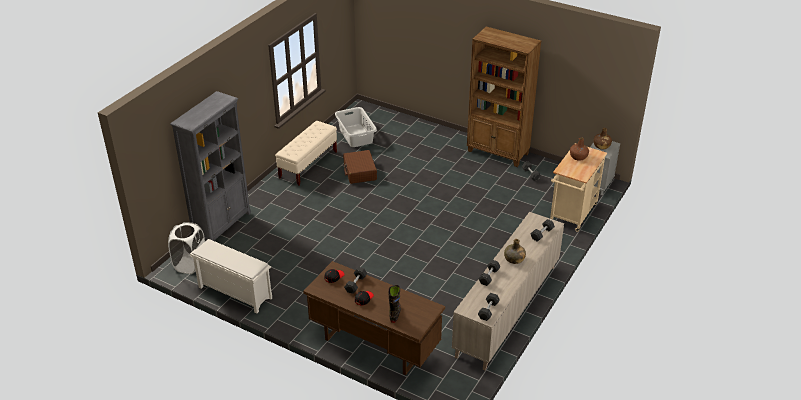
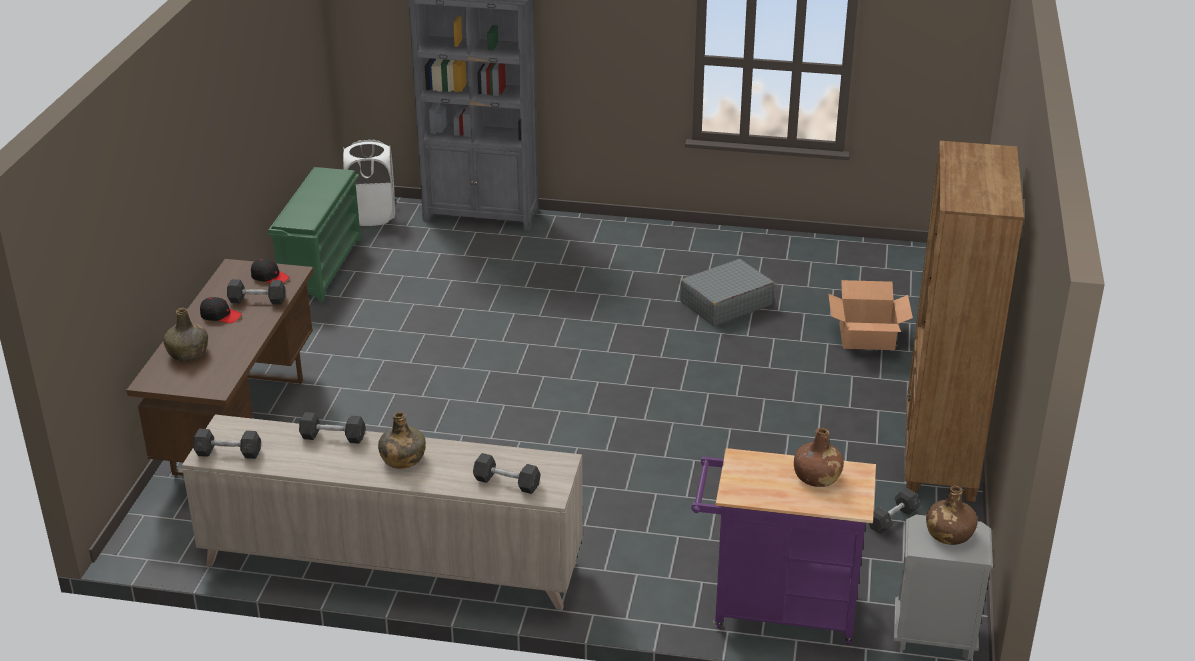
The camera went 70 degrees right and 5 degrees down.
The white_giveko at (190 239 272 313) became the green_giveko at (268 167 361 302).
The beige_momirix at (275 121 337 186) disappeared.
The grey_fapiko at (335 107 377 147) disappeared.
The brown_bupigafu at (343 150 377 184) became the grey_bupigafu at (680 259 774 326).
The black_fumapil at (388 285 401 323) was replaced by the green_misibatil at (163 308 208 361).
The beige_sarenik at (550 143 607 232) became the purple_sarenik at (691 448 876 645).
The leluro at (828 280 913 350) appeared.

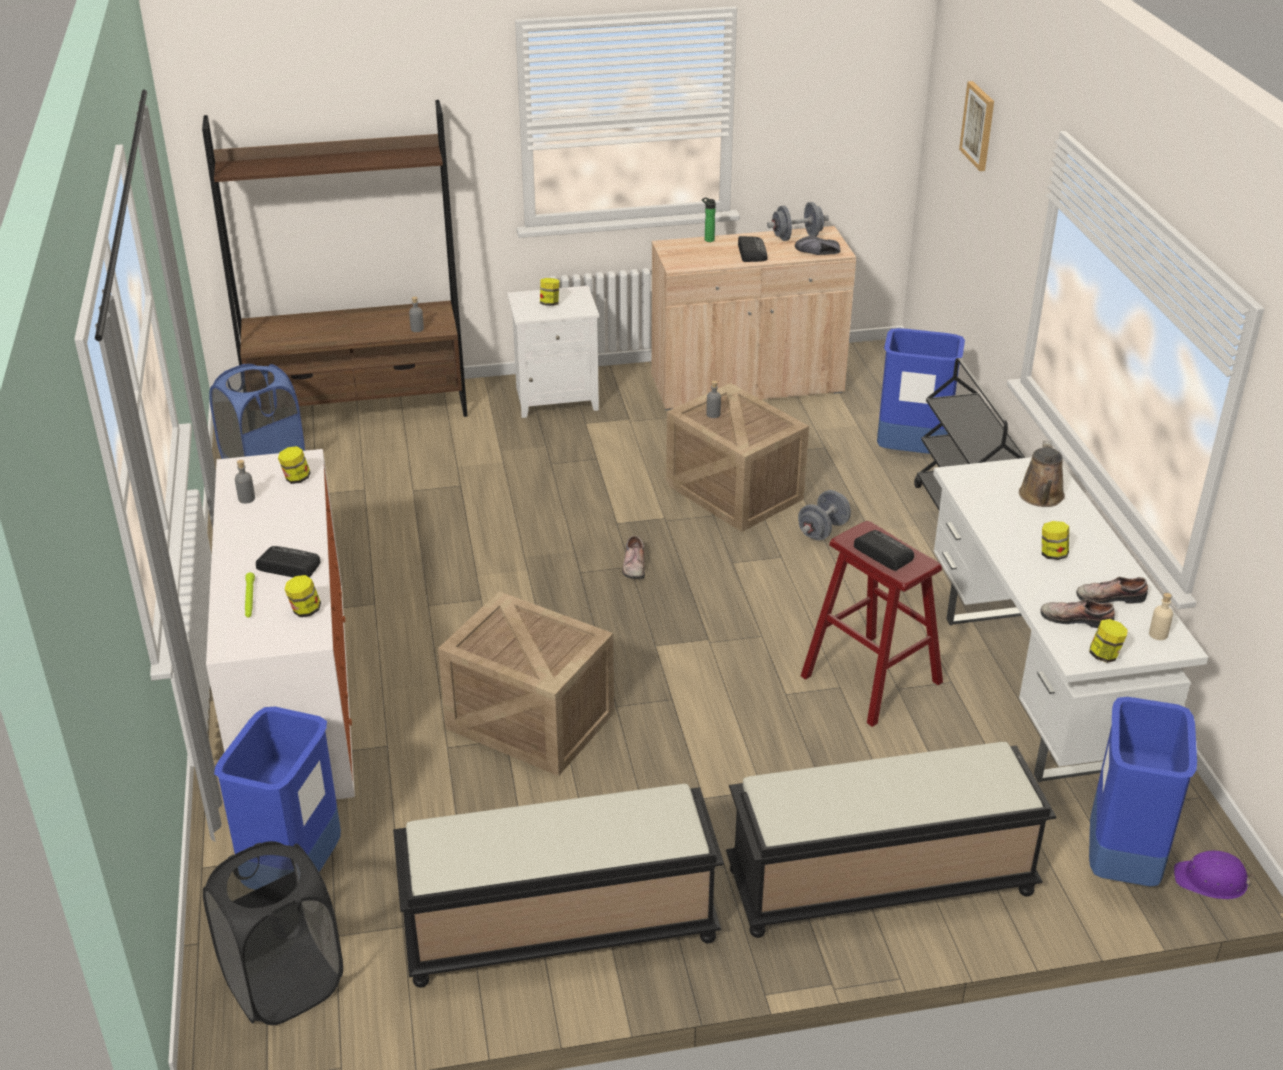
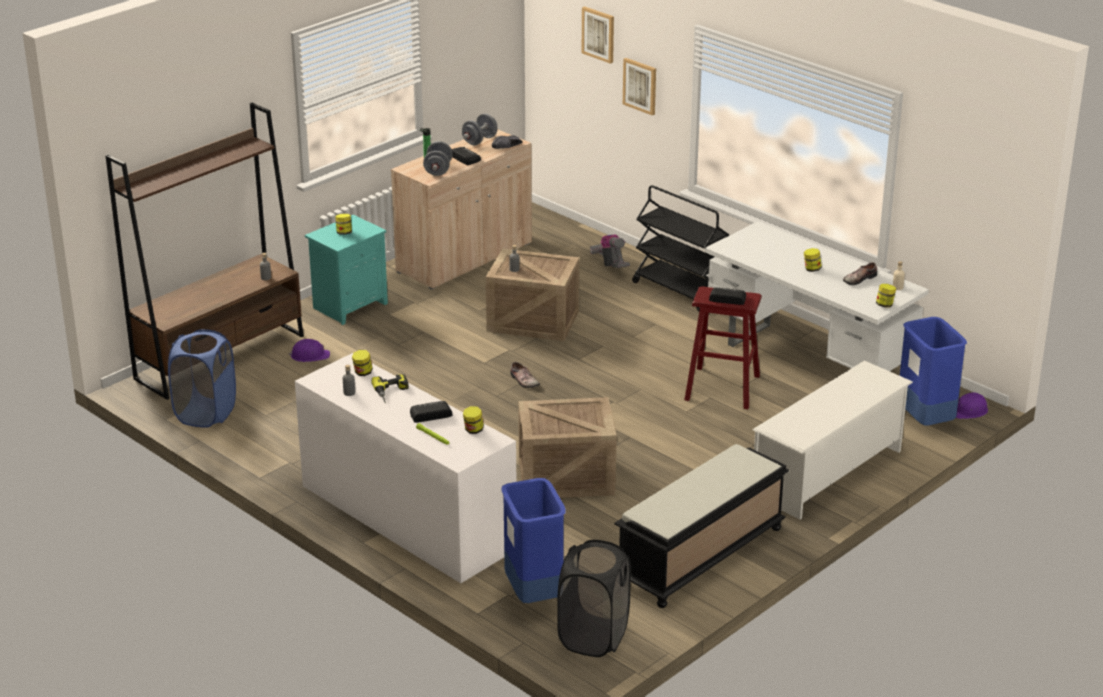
The camera went 35 degrees left and 5 degrees down.
The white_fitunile at (507 286 599 418) became the turquoise_fitunile at (305 215 388 325).
The black_momirix at (726 742 1057 938) was replaced by the white_giveko at (753 360 913 520).
The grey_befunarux moved from (798 490 851 540) to (423 141 453 176).
The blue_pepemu at (877 328 965 454) was replaced by the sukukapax at (590 234 630 268).
The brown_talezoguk at (1019 440 1065 507) disappeared.
The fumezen at (1040 599 1115 628) disappeared.
The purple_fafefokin at (288 339 330 362) appeared.
The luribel at (371 374 409 403) appeared.
The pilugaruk at (623 58 656 115) appeared.

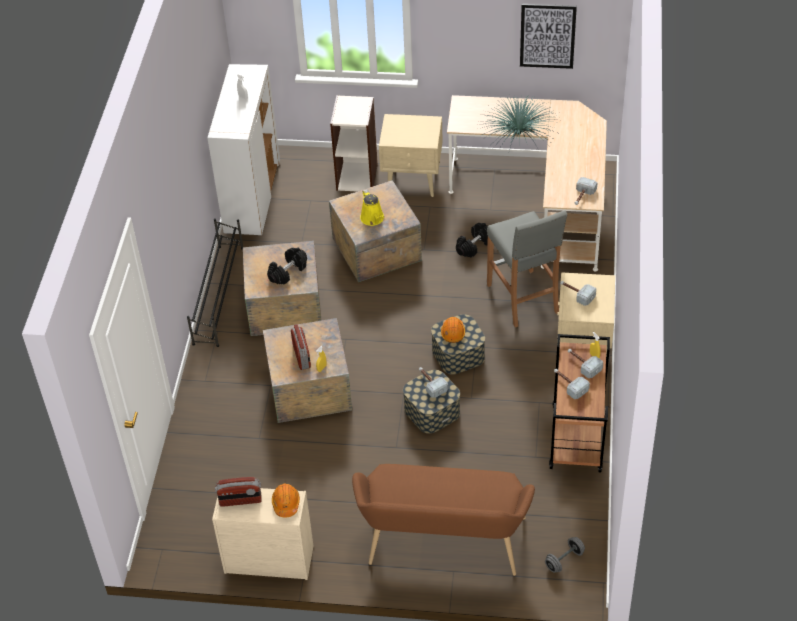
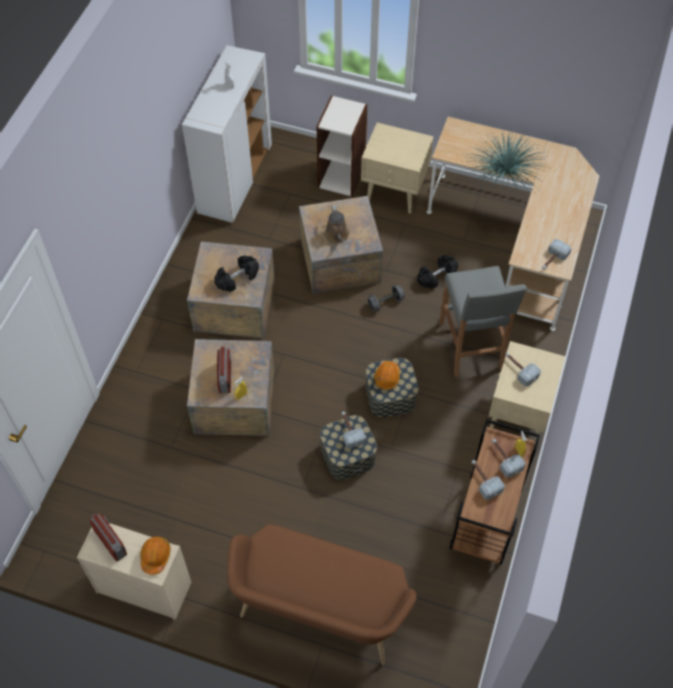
The camera went 10 degrees right and 10 degrees up.
The black_giveko at (187 218 243 347) disappeared.
The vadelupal at (215 477 262 507) turned 135 degrees counterclockwise.
The yellow_talezoguk at (360 189 384 226) became the brown_talezoguk at (325 205 349 243).
The pilugaruk at (520 4 577 69) disappeared.
The grey_befunarux moved from (545 537 585 573) to (368 285 405 311).

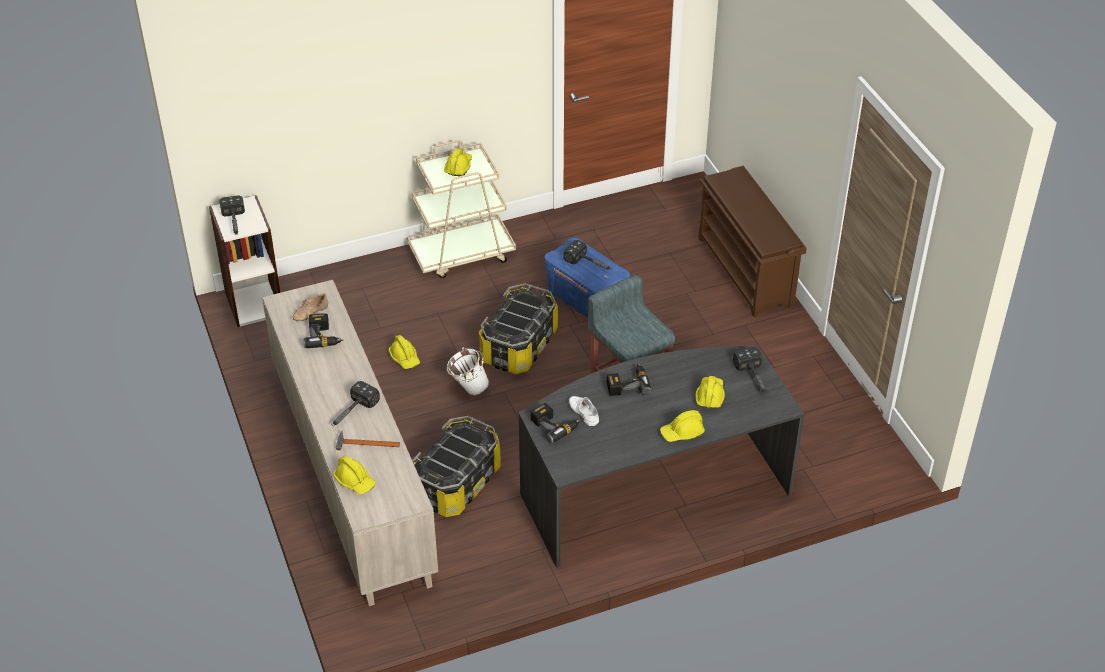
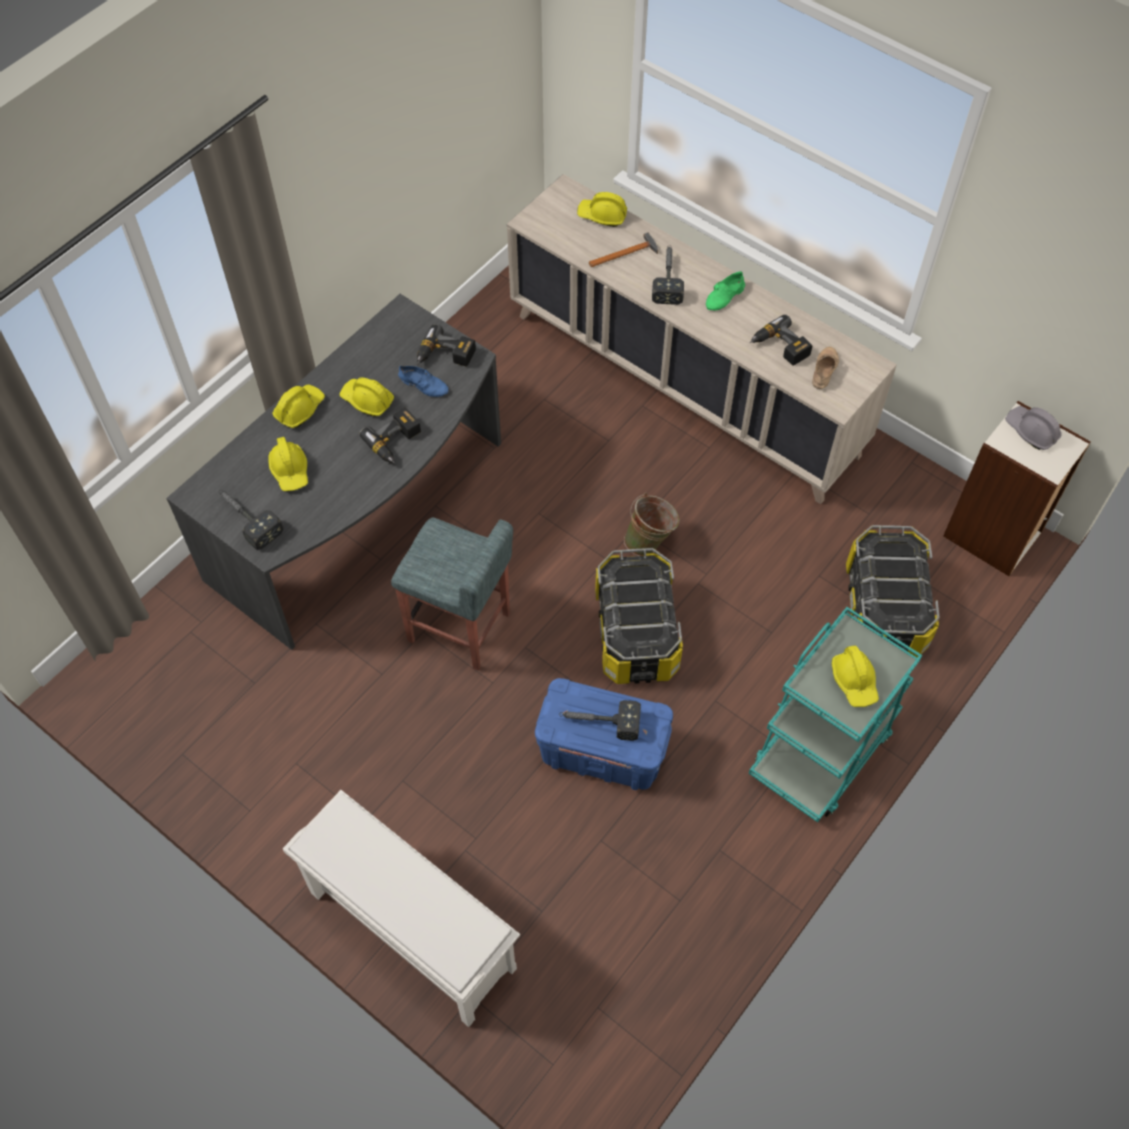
The camera went 150 degrees right and 15 degrees up.
The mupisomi at (219 195 245 235) was replaced by the grey_fafefokin at (1005 406 1062 450).
The yellow_fafefokin moved from (389 335 420 369) to (339 377 394 417).
The beige_sarenik at (407 140 516 278) became the turquoise_sarenik at (749 607 922 822).
The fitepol moved from (412 416 501 517) to (846 525 939 658).
The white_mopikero at (447 347 489 395) became the green_mopikero at (624 493 679 556).
The white_fumezen at (569 396 599 426) became the blue_fumezen at (398 366 448 397).
The brown_giveko at (698 166 806 317) became the white_giveko at (283 790 520 1027).
The green_fumezen at (706 271 745 311) appeared.

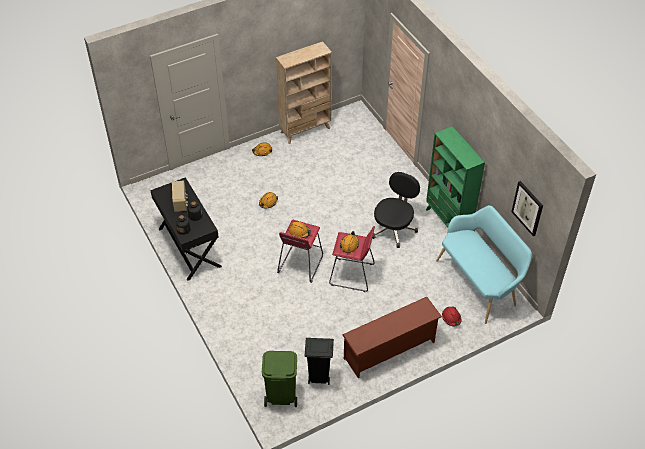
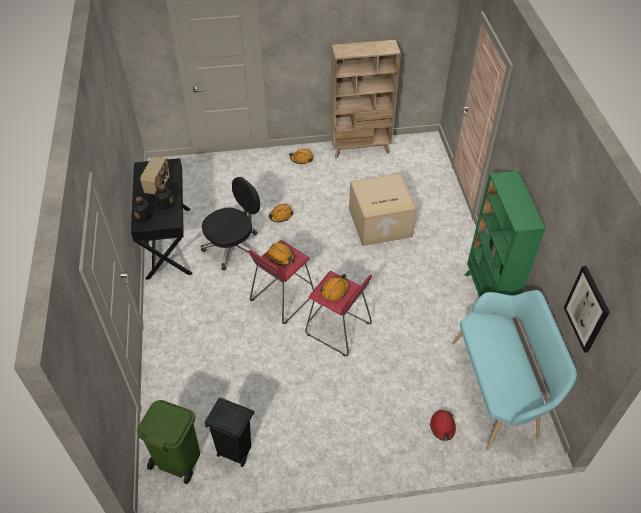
The camera went 20 degrees right and 0 degrees up.
The brown_giveko at (342 297 442 378) disappeared.
The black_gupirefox moved from (373 172 420 248) to (201 177 260 270).
The leluro at (349 173 417 246) appeared.

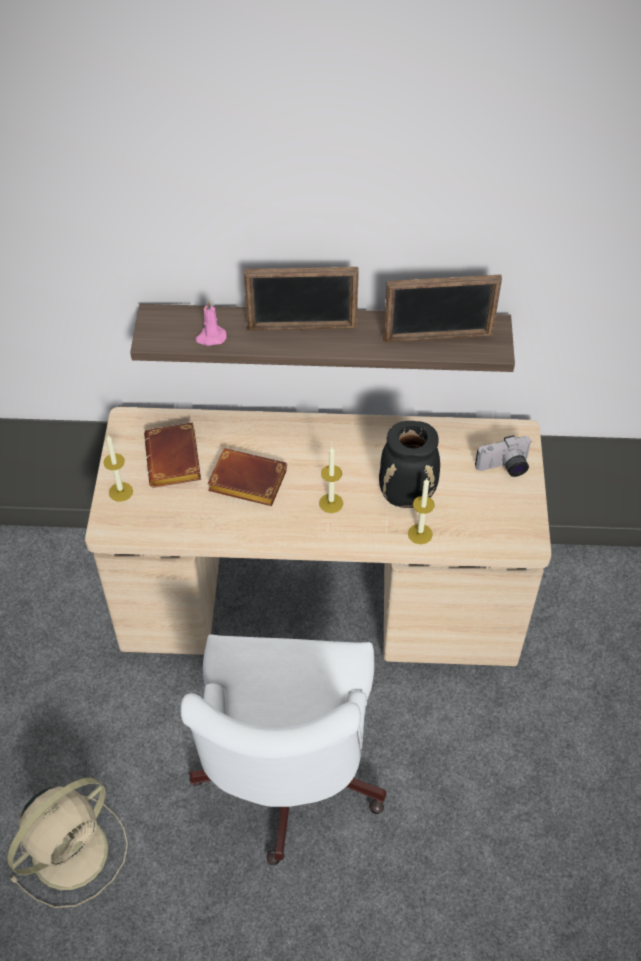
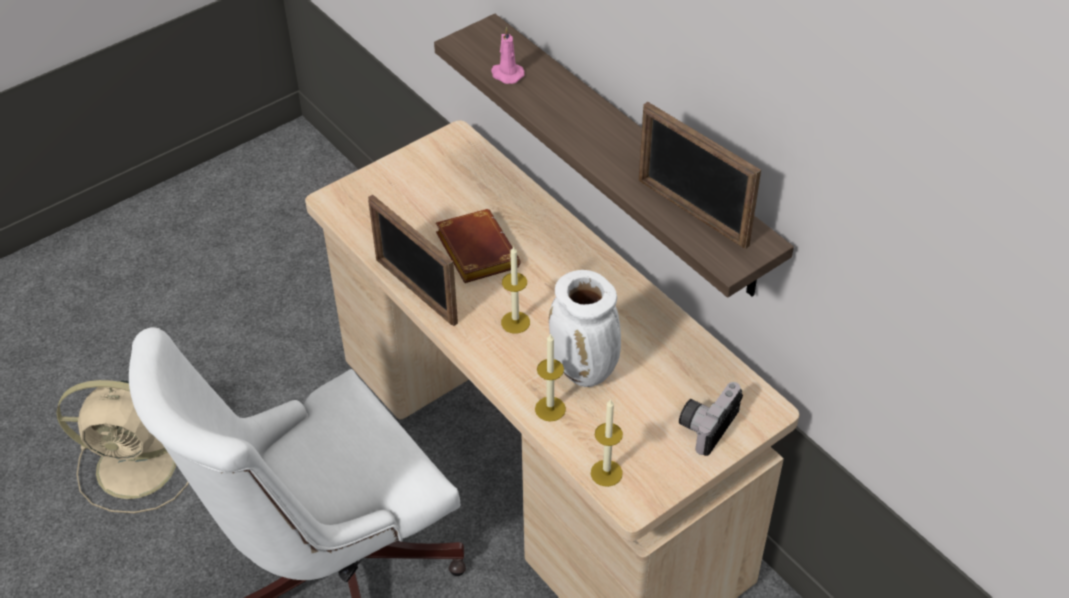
The camera went 50 degrees right and 5 degrees down.
The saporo moved from (104 435 133 502) to (591 399 623 487).
The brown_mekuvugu at (144 422 201 487) disappeared.
The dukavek moved from (244 267 359 330) to (368 195 458 326).
The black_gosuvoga at (379 421 440 508) became the white_gosuvoga at (549 270 621 387).
The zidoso at (475 435 532 477) turned 90 degrees clockwise.

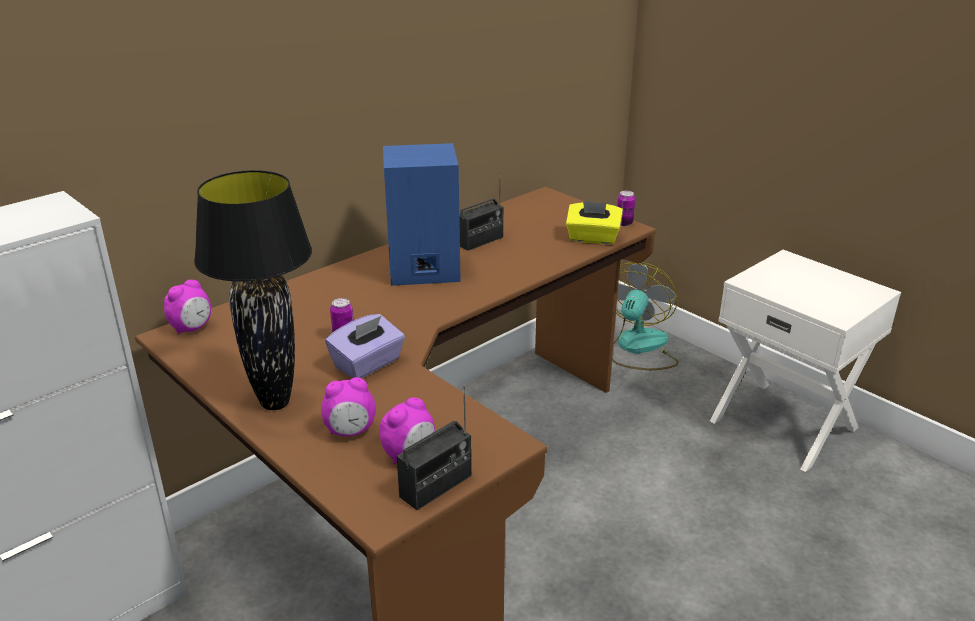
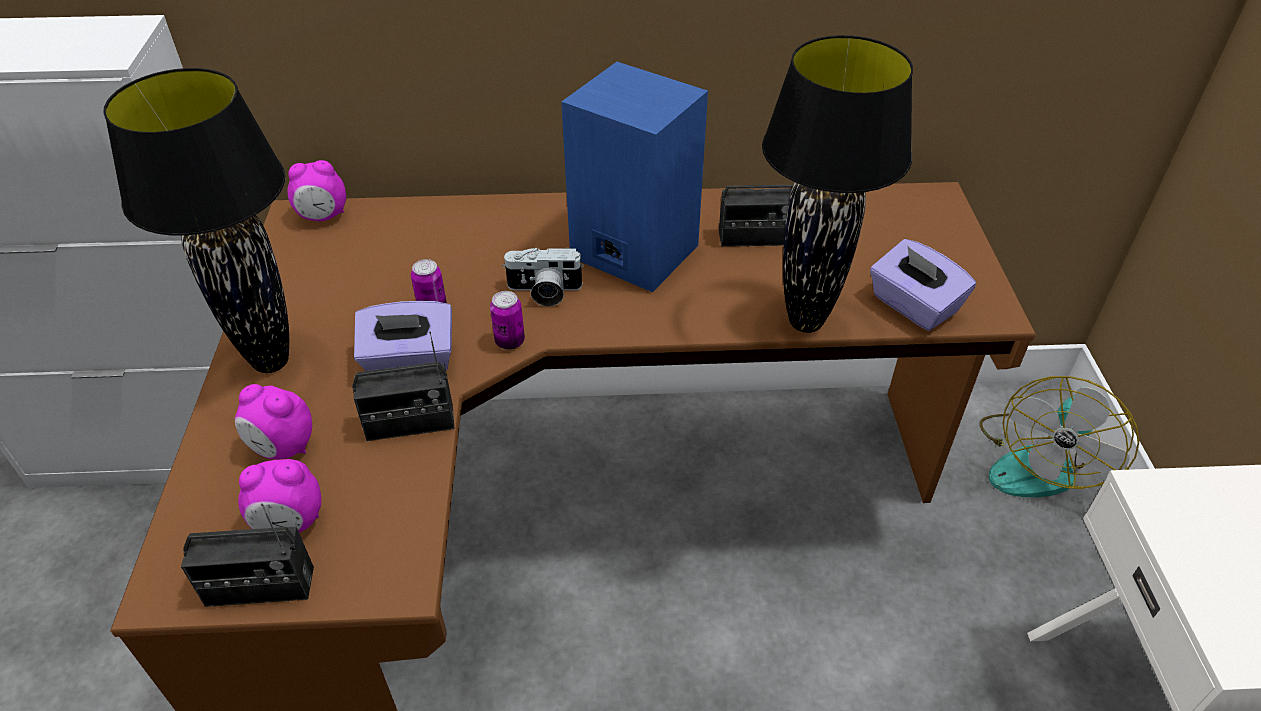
The camera went 40 degrees right and 15 degrees up.
The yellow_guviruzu at (566 201 623 244) became the purple_guviruzu at (870 239 976 331).
The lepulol at (612 262 679 370) turned 150 degrees clockwise.
The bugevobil moved from (617 191 635 226) to (490 291 525 350).
The vadelupal at (352 331 455 441) appeared.
The zidoso at (502 248 584 307) appeared.
The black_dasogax at (762 35 913 333) appeared.

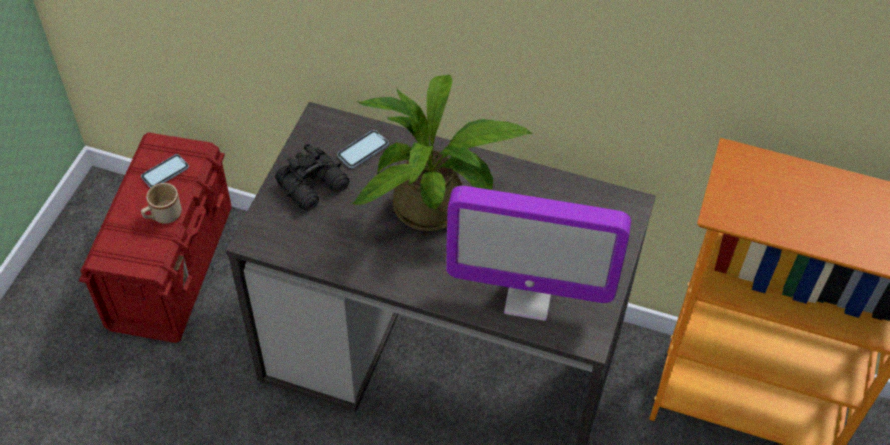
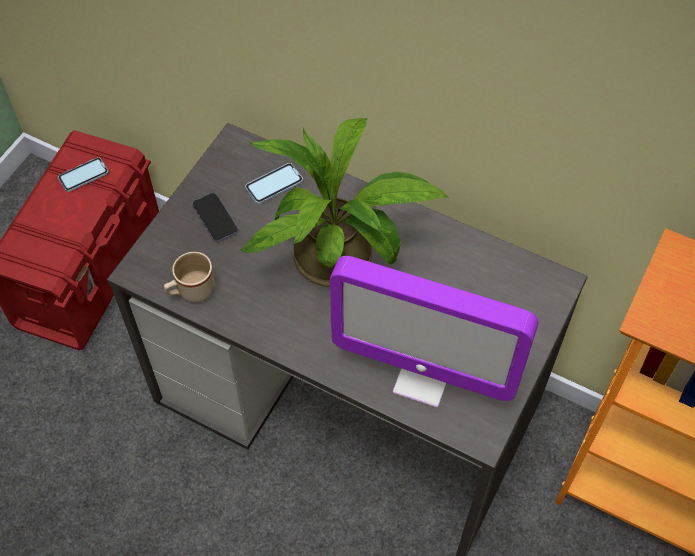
The camera went 10 degrees right and 5 degrees up.
The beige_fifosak moved from (141 183 182 224) to (164 252 215 303).
The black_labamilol at (275 144 349 211) was replaced by the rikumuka at (192 193 238 242).

